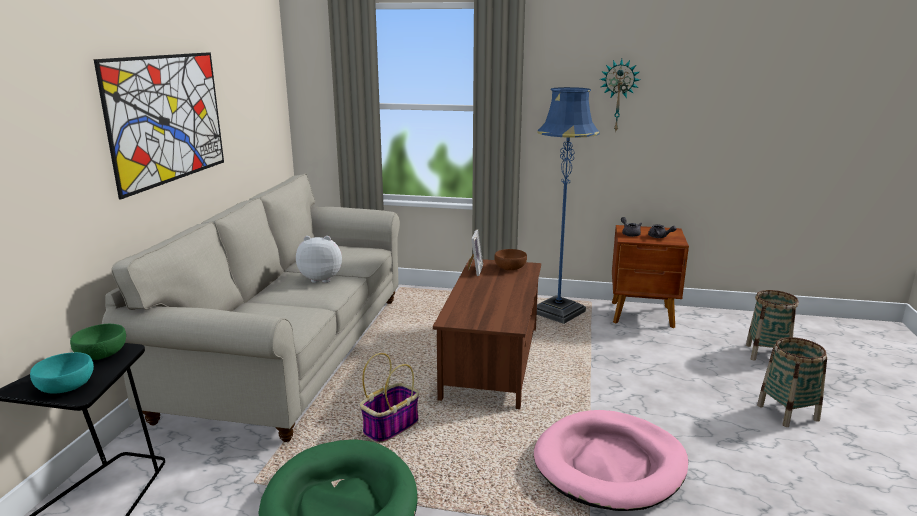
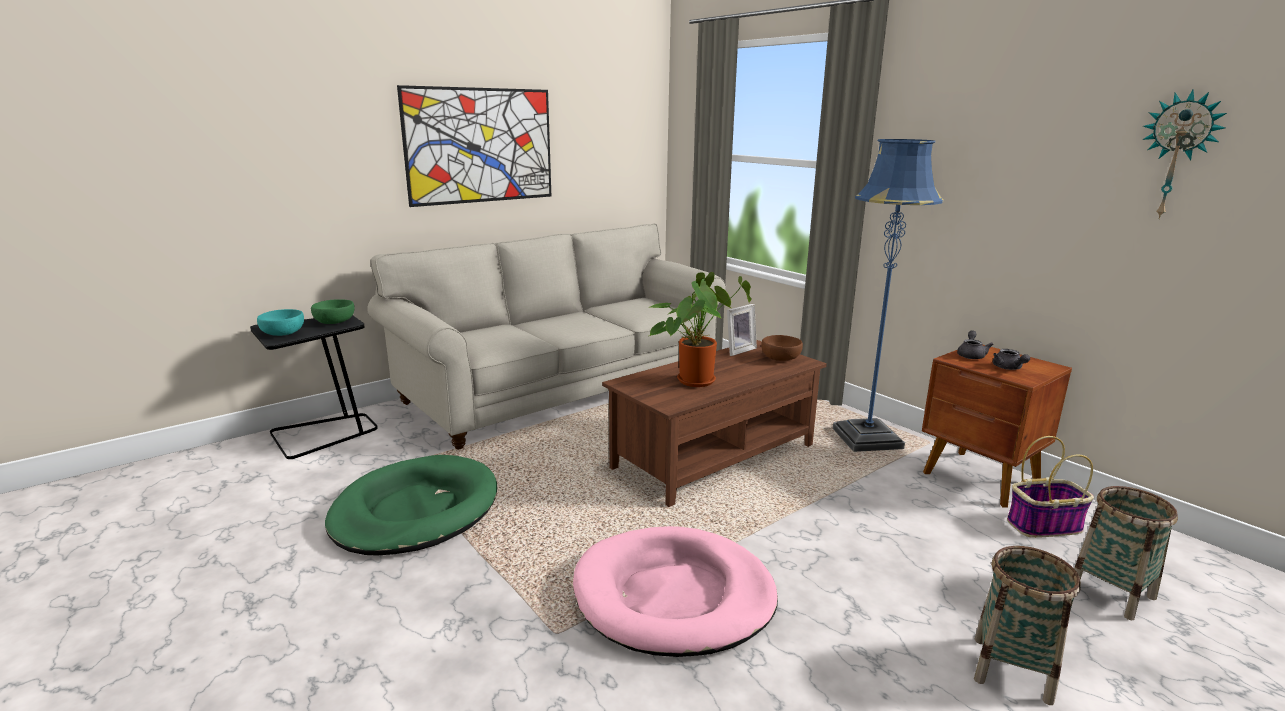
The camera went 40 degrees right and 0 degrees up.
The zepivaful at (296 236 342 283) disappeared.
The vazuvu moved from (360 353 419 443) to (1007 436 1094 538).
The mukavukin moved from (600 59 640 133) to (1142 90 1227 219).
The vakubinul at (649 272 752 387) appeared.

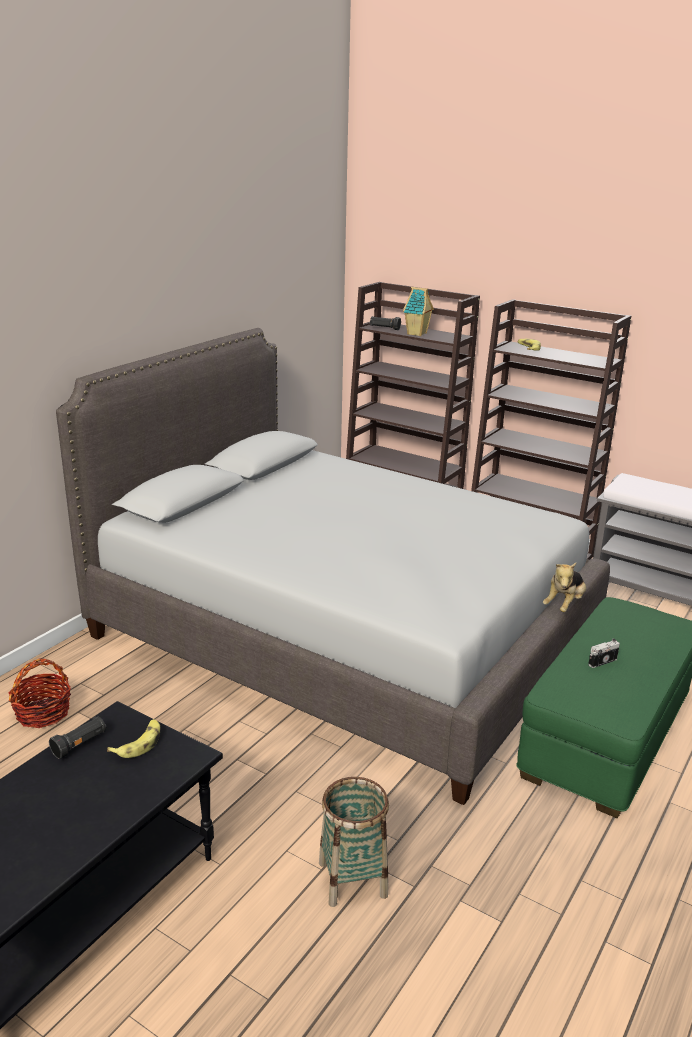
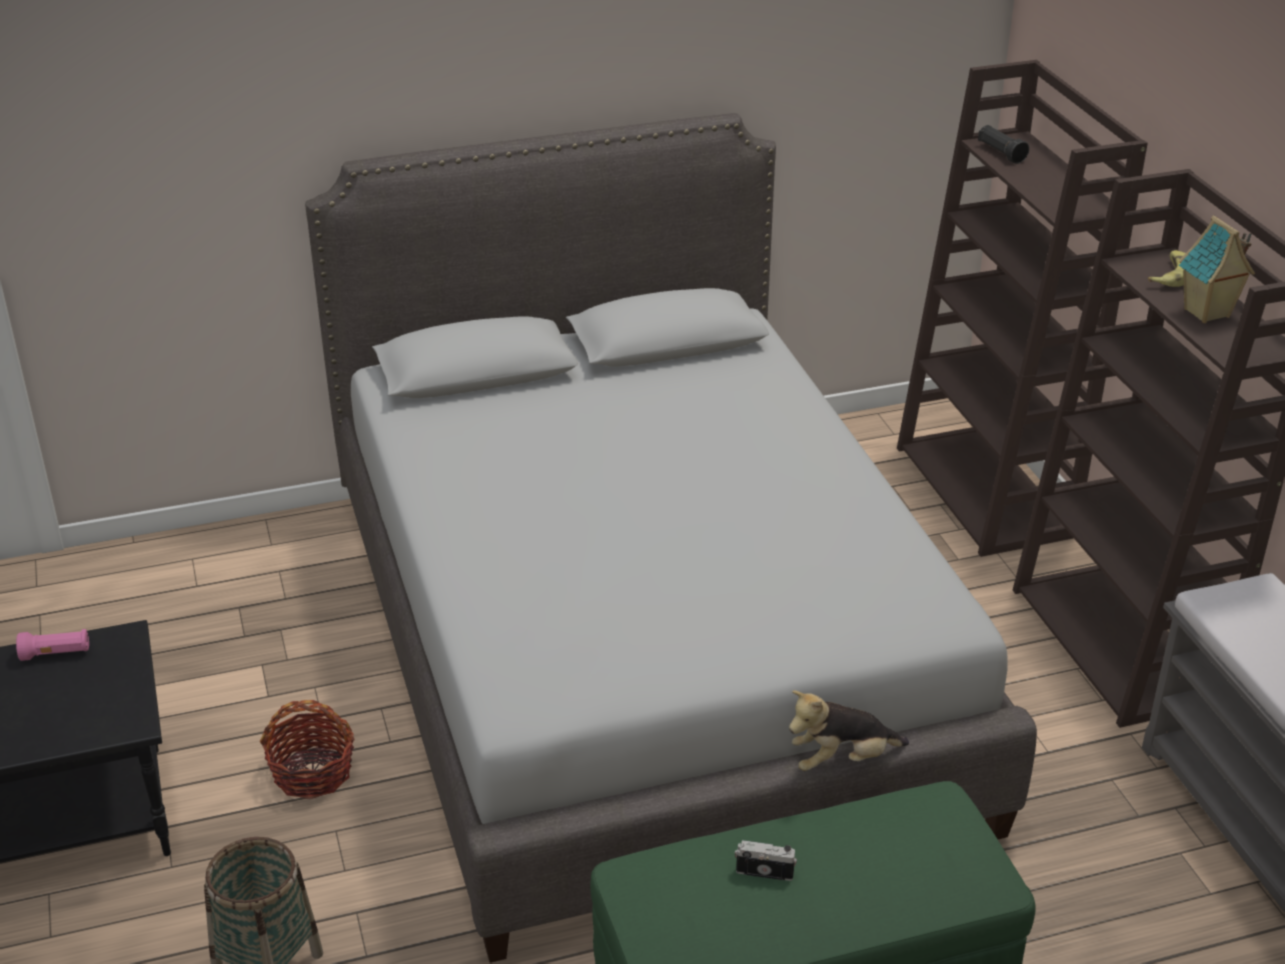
The camera went 40 degrees right and 10 degrees up.
The vazuvu moved from (9 658 71 728) to (260 700 354 799).
The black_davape at (49 717 106 759) became the pink_davape at (16 629 89 661).
The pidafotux at (107 719 160 758) disappeared.
The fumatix moved from (403 287 434 336) to (1179 215 1255 323).

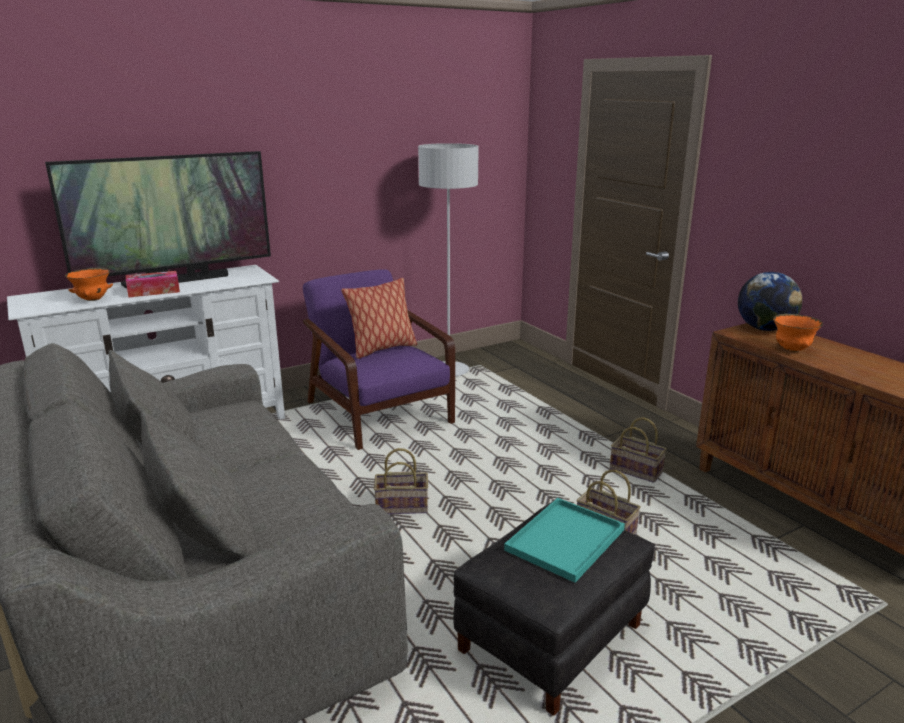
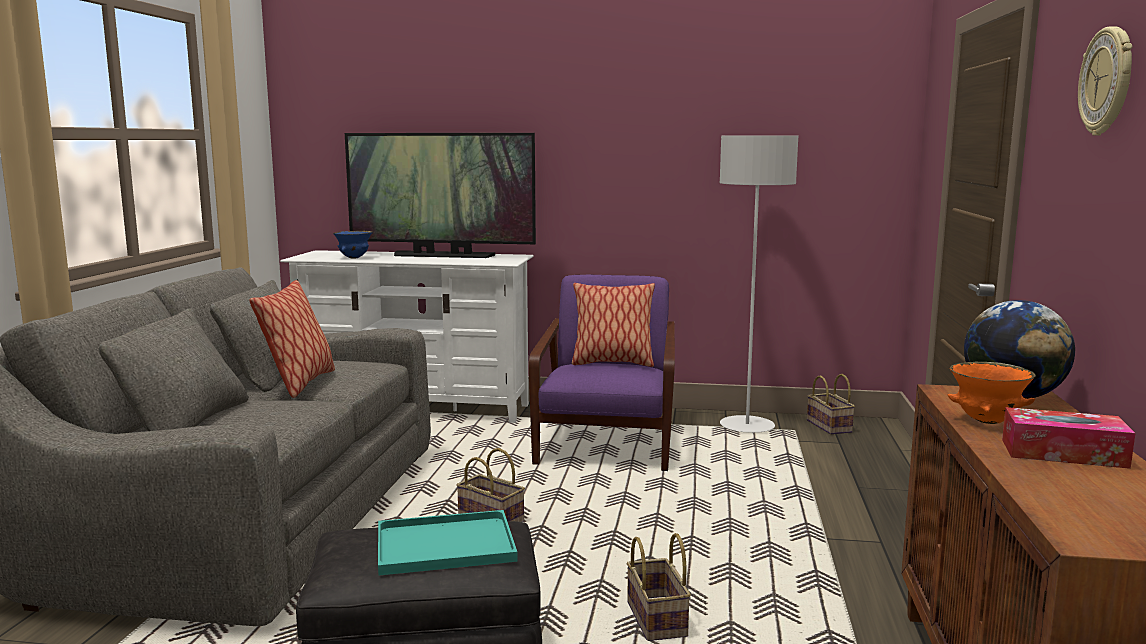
The camera went 40 degrees right and 10 degrees down.
The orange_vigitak at (65 268 113 301) became the blue_vigitak at (333 231 373 259).
The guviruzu moved from (126 271 180 297) to (1002 407 1135 469).
The vazuvu moved from (610 417 667 483) to (807 374 855 435).
The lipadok at (249 280 335 398) appeared.
The mukavukin at (1078 26 1133 136) appeared.

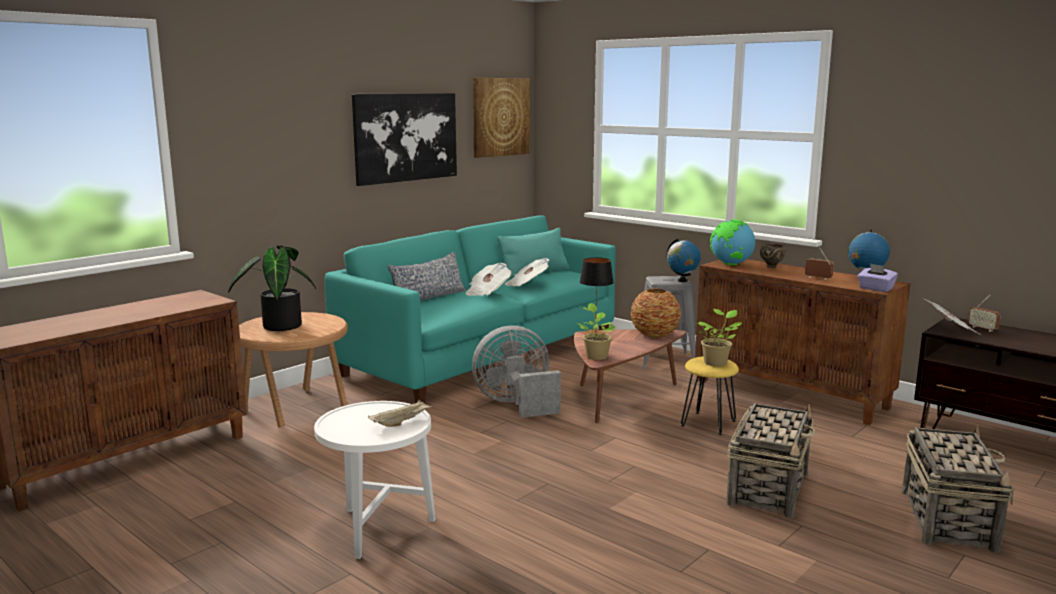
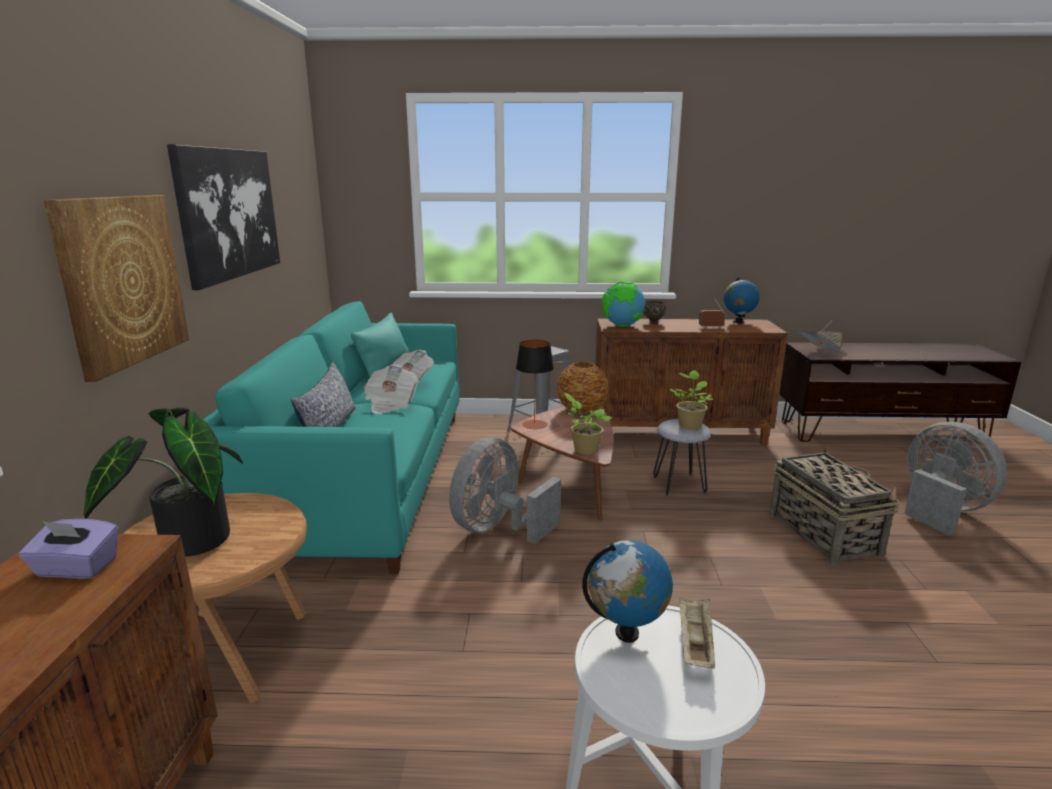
The camera went 40 degrees left and 5 degrees up.
The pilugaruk moved from (473 78 530 158) to (44 195 189 382).
The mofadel moved from (667 239 701 282) to (582 540 673 643).
The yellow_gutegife at (681 356 739 435) became the grey_gutegife at (653 419 711 496).
The purple_guviruzu moved from (857 263 898 292) to (19 519 118 579).
The vazuvu at (902 425 1015 553) was replaced by the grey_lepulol at (904 422 1007 536).

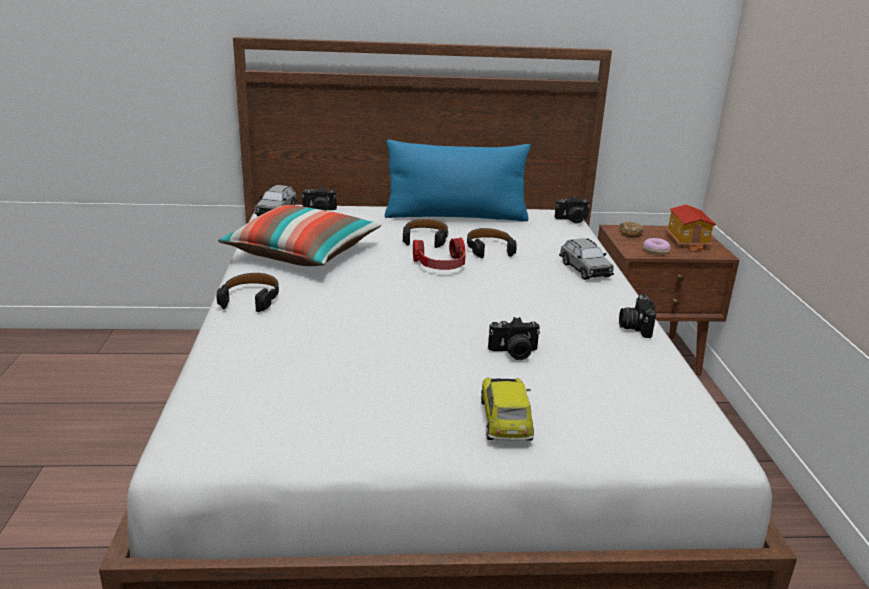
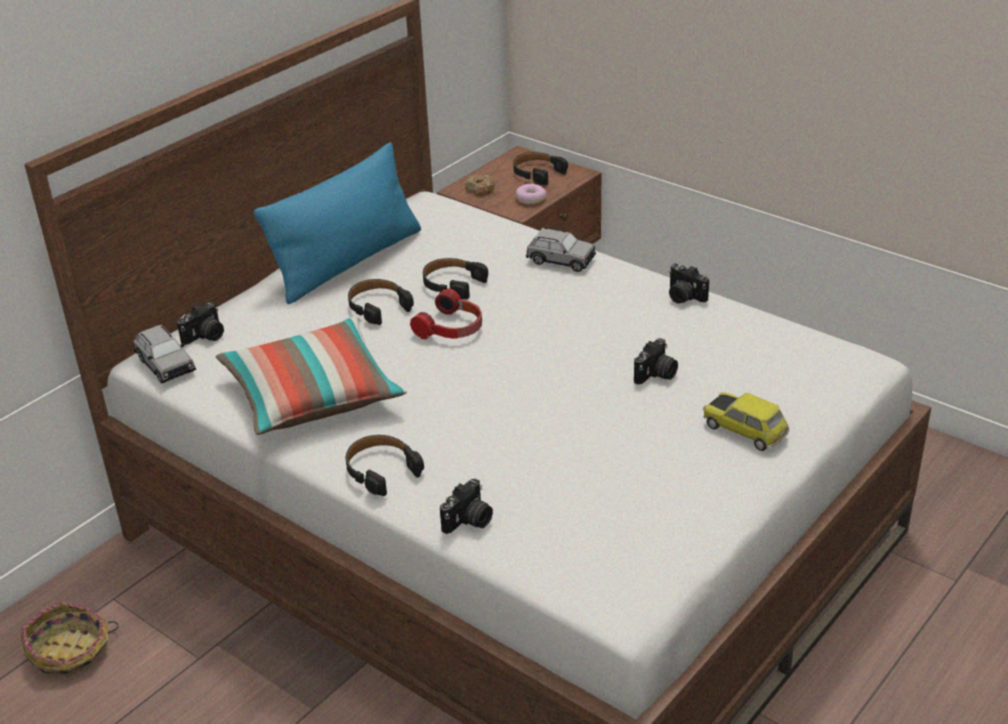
The camera went 45 degrees left and 10 degrees up.
The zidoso moved from (554 196 590 223) to (440 479 493 534).
The fumatix at (666 204 716 251) was replaced by the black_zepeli at (513 152 568 185).
The vazuvu at (21 602 119 676) appeared.

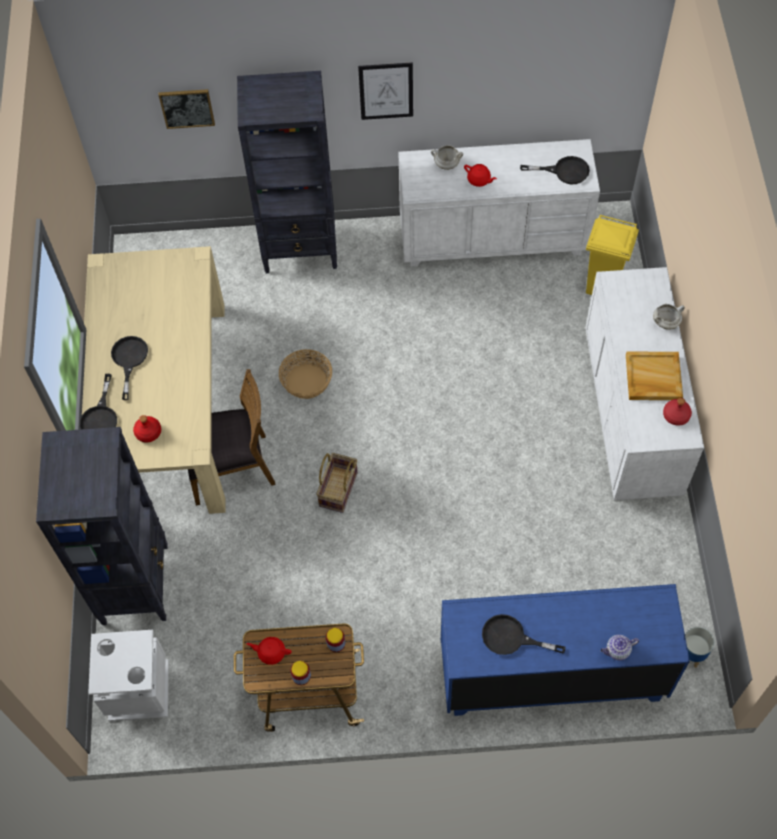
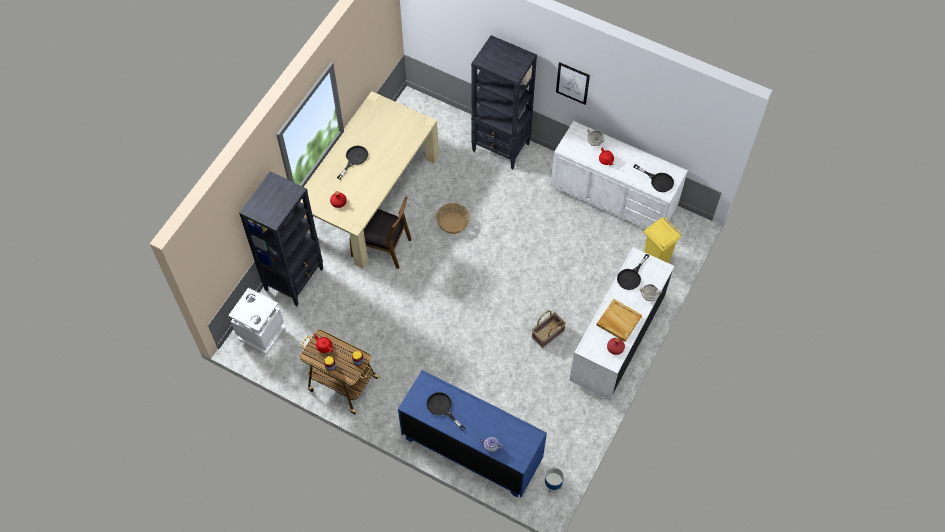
The camera went 30 degrees right and 0 degrees up.
The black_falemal moved from (80 374 117 430) to (617 254 649 290).
The pilugaruk at (159 89 215 129) disappeared.
The vazuvu moved from (316 453 358 513) to (532 310 566 348).

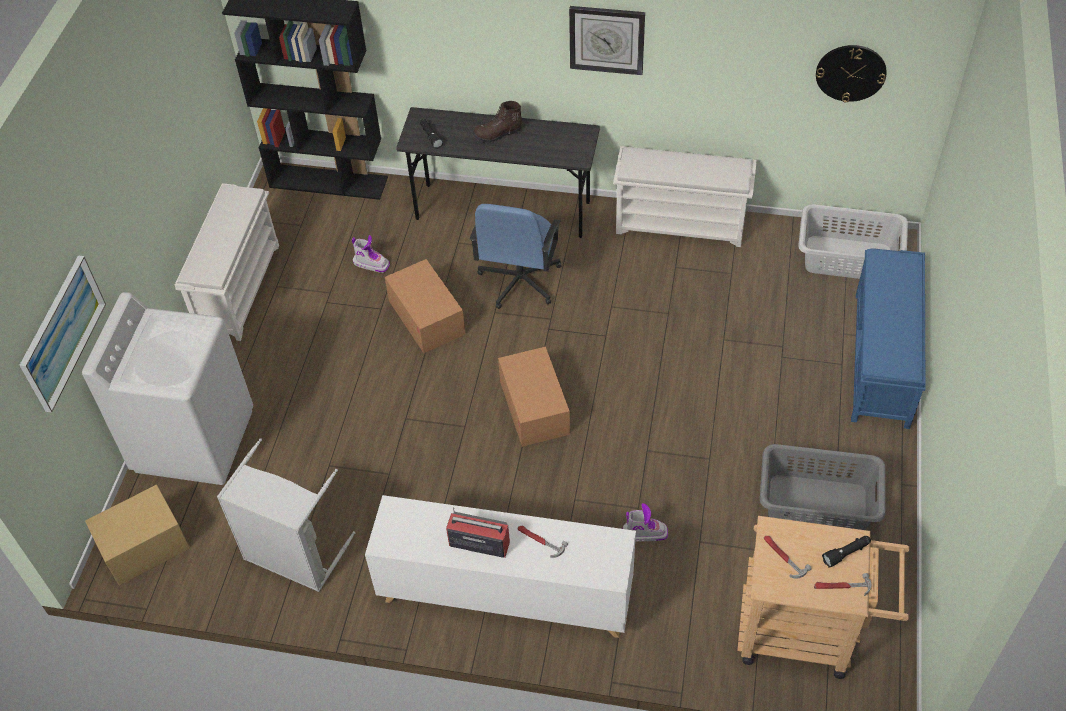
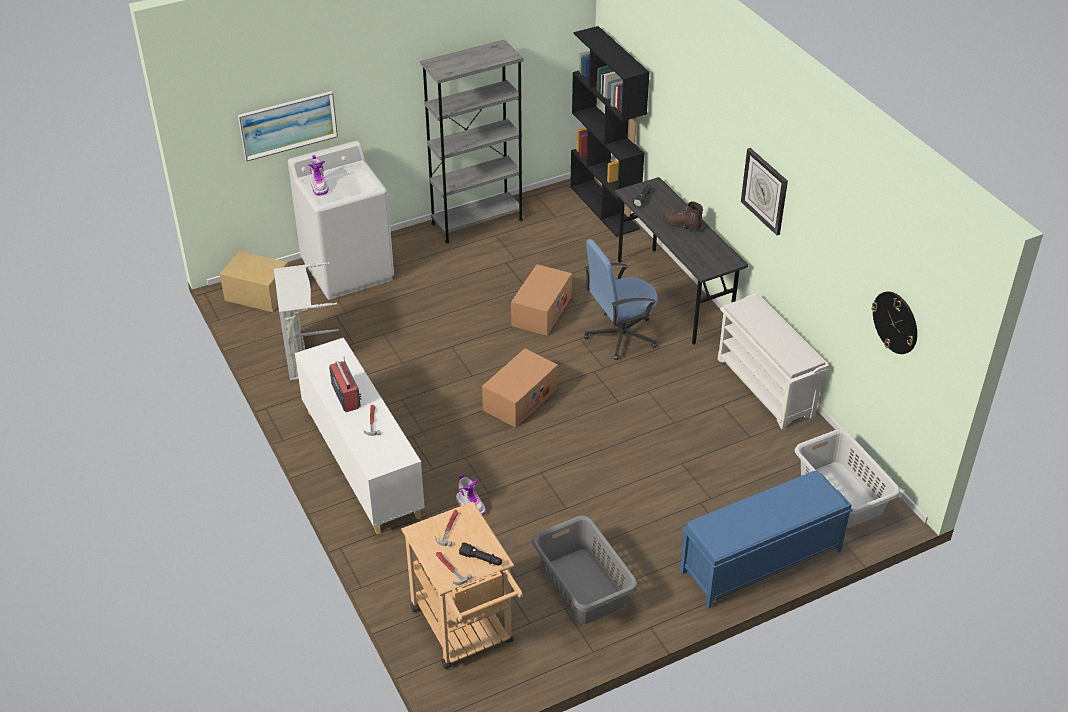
The camera went 50 degrees right and 10 degrees down.
The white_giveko at (175 183 279 341) was replaced by the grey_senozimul at (420 40 523 244).
The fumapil moved from (352 235 390 273) to (308 155 329 196).

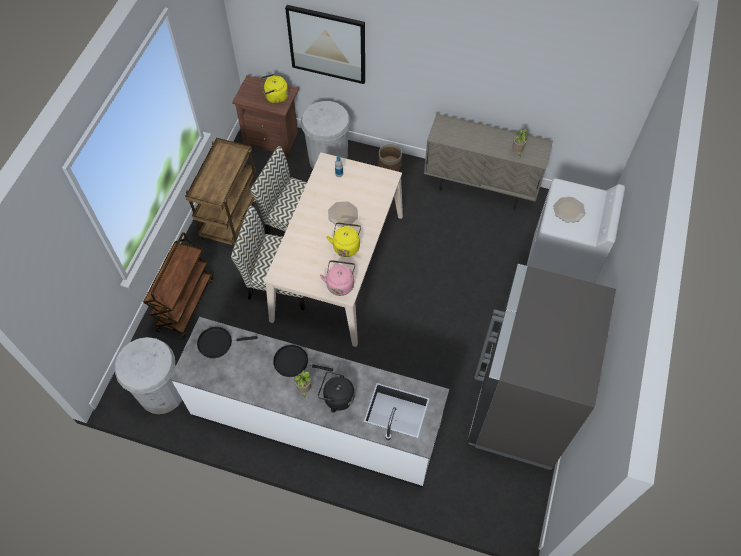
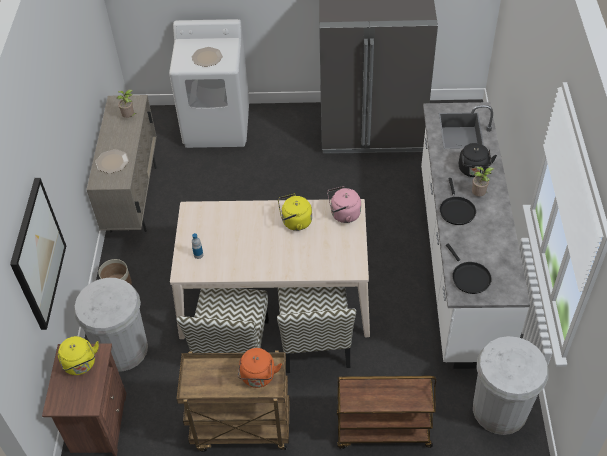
The camera went 105 degrees left and 10 degrees down.
The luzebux moved from (328 202 358 226) to (95 149 129 174).
The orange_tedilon at (238 348 282 388) appeared.

